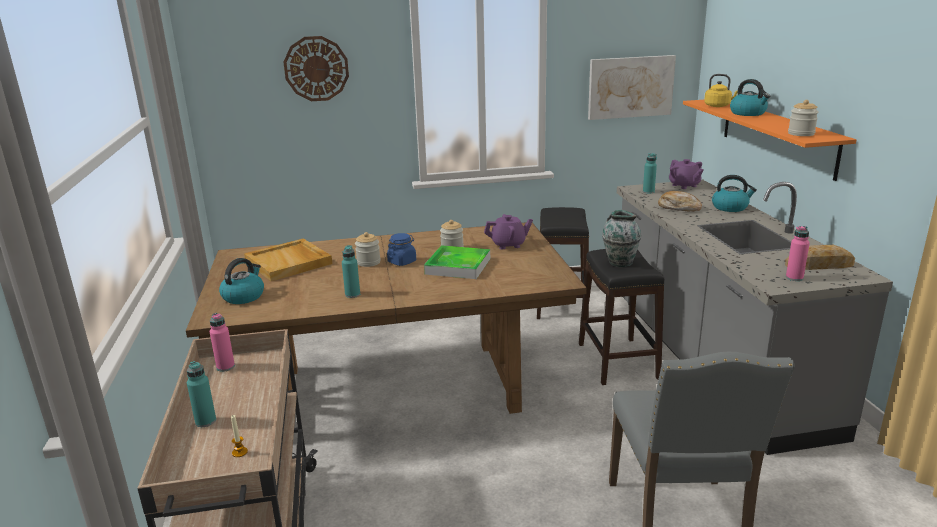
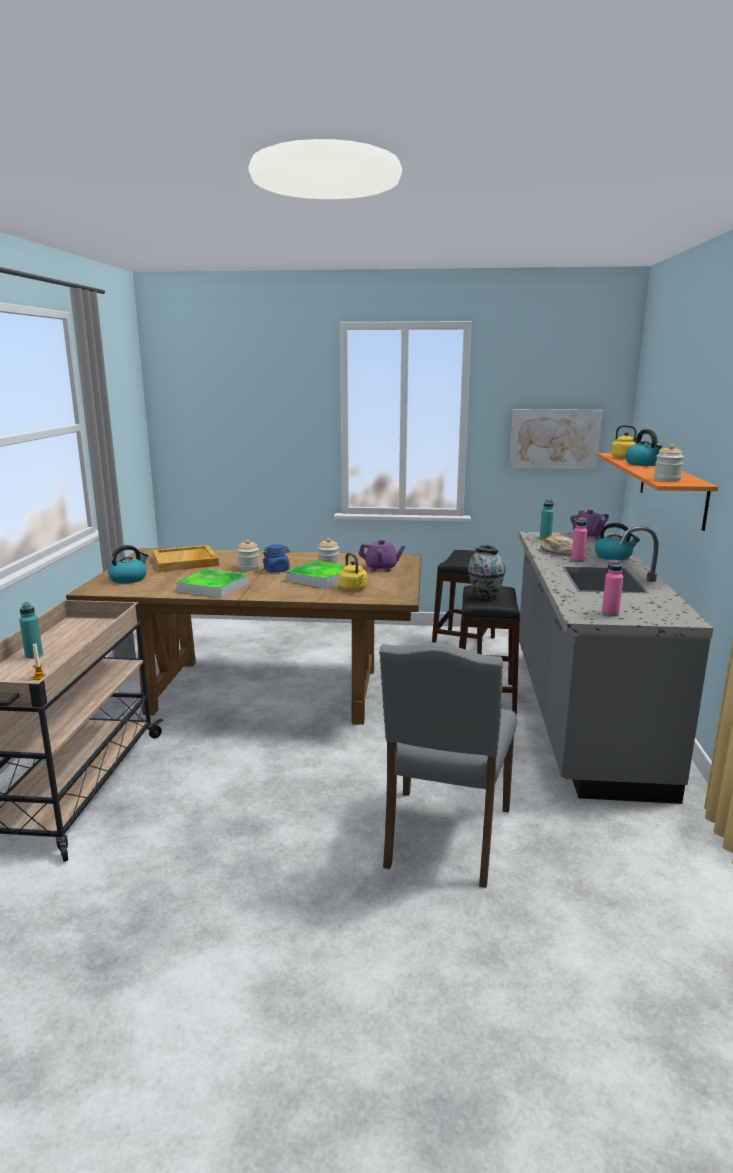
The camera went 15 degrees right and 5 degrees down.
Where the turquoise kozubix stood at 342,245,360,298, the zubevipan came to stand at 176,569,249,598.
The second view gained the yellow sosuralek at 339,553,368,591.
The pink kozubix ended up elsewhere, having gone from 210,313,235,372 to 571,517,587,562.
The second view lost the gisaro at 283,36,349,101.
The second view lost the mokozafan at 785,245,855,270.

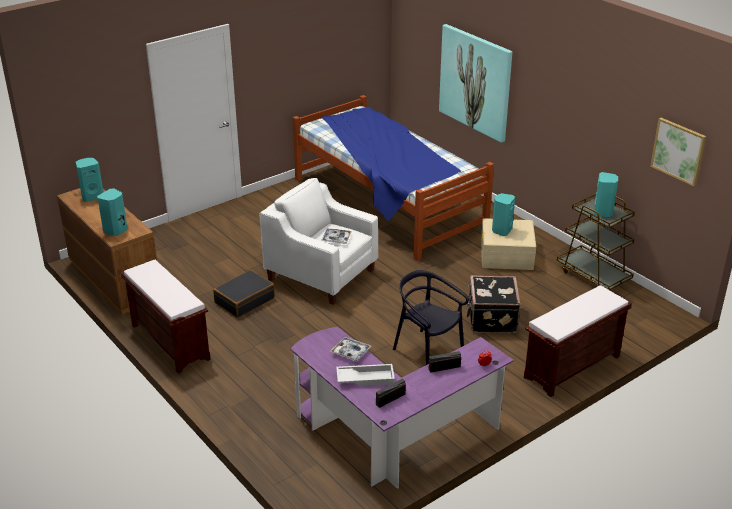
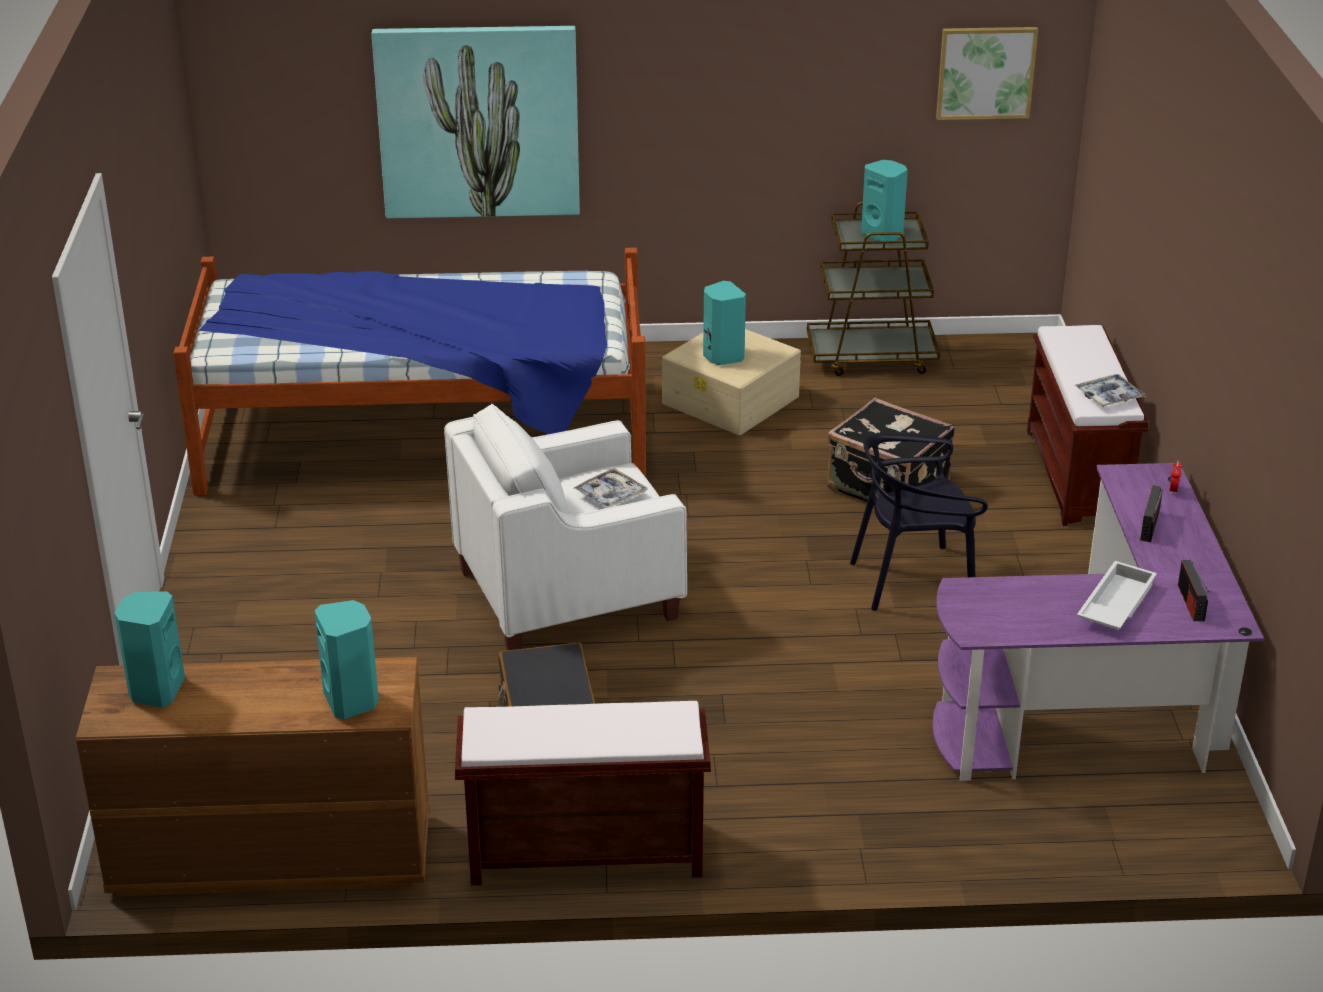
The camera went 55 degrees left and 0 degrees up.
The zubevipan ended up elsewhere, having gone from 329,337,372,362 to 1075,374,1146,407.

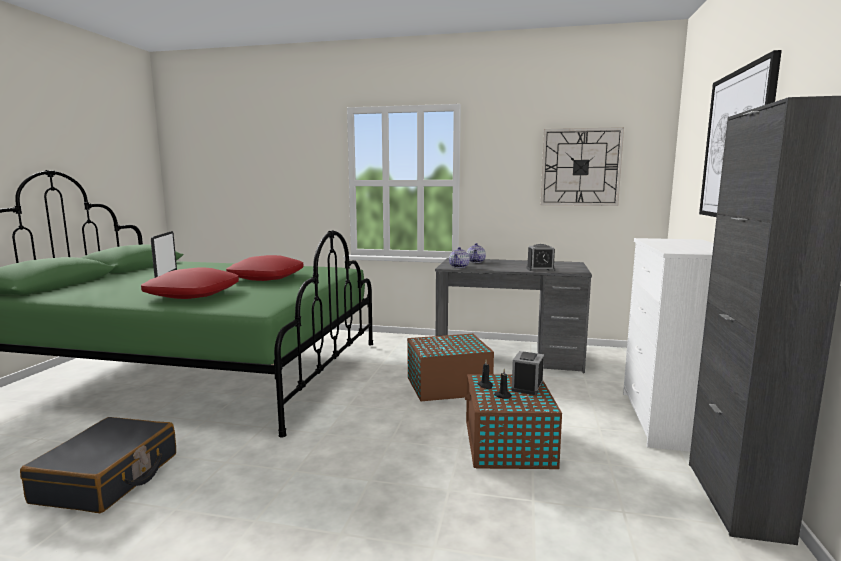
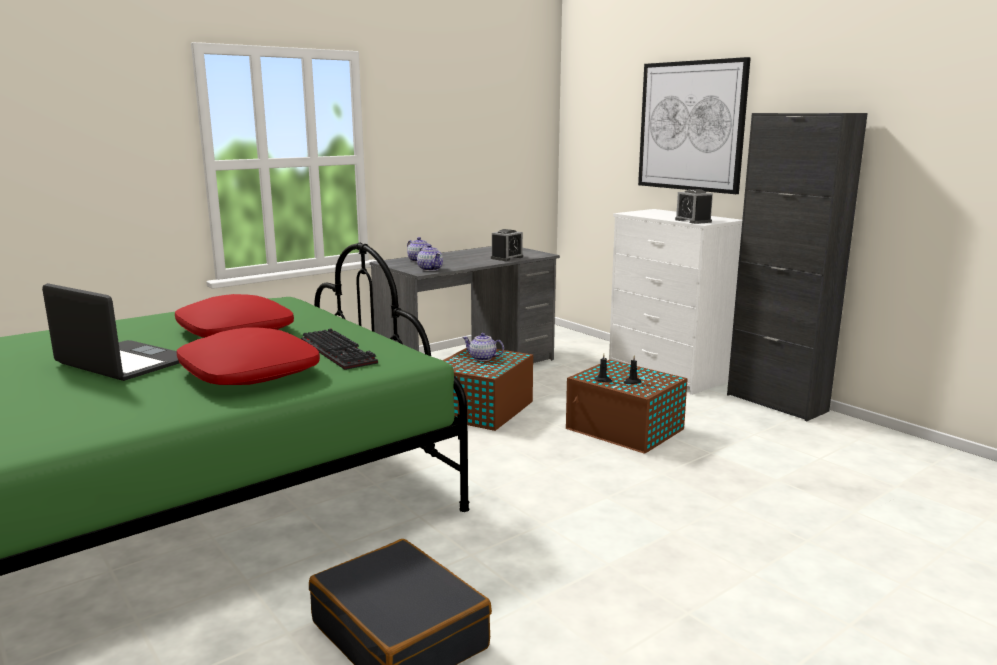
The camera went 50 degrees left and 5 degrees up.
The second view gained the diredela at 301,328,378,370.
The second view gained the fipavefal at 462,333,504,361.
The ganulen ended up elsewhere, having gone from 511,351,544,395 to 675,189,713,224.
The second view lost the gisaro at 541,127,624,206.

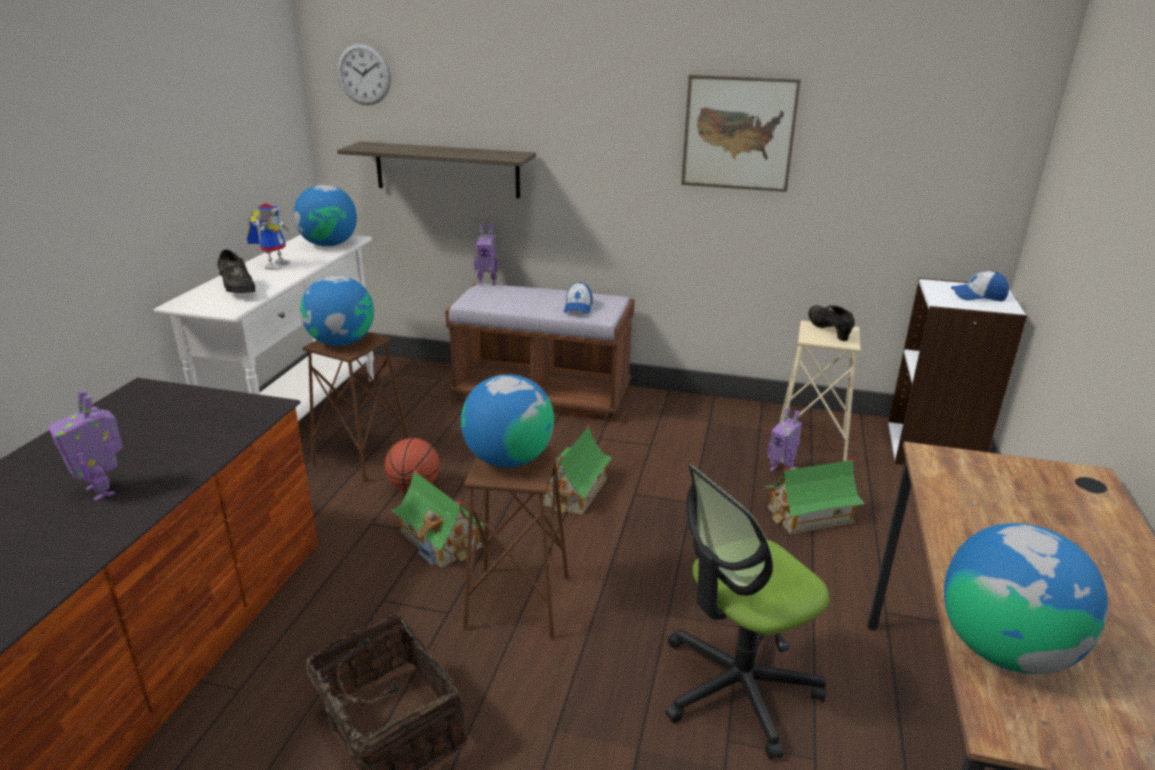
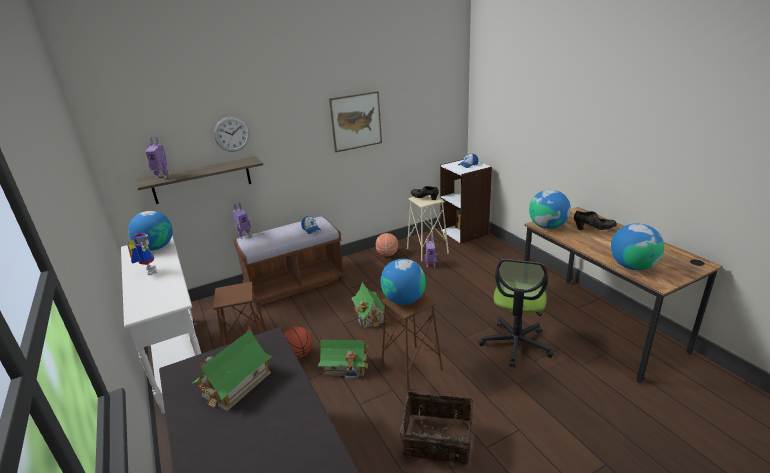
The camera went 40 degrees left and 0 degrees up.
The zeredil ended up elsewhere, having gone from 48,391,123,501 to 145,137,169,179.
The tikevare ended up elsewhere, having gone from 764,456,865,534 to 191,327,273,411.
The gisaro ended up elsewhere, having gone from 337,43,391,105 to 214,117,250,152.
The second view gained the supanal at 376,233,398,256.
The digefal ended up elsewhere, having gone from 300,276,374,346 to 529,190,571,229.
The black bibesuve ended up elsewhere, having gone from 217,249,256,293 to 574,211,617,230.

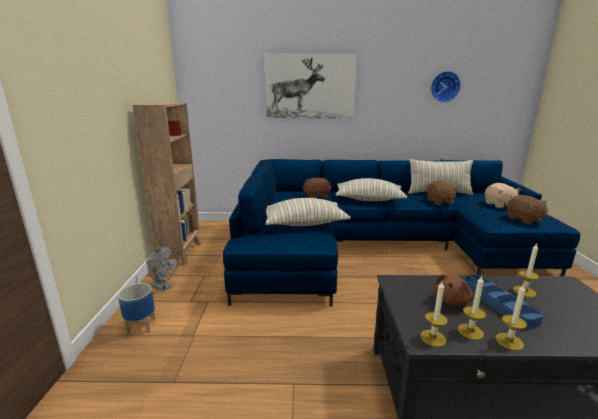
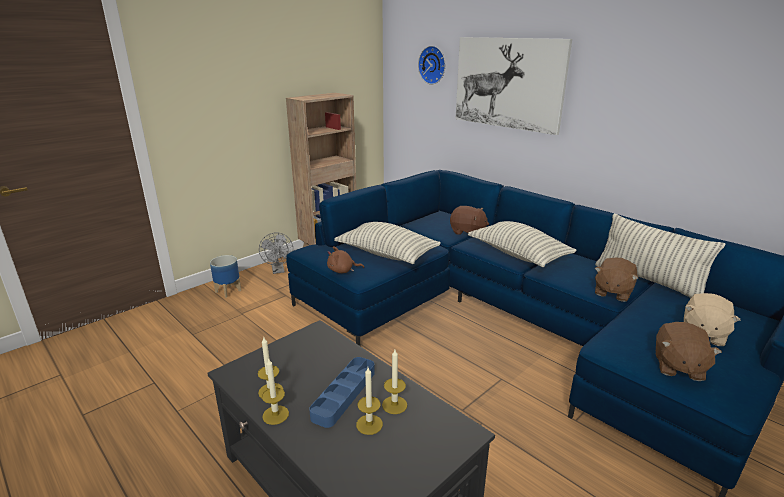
The camera went 45 degrees right and 5 degrees up.
The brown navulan ended up elsewhere, having gone from 434,274,474,306 to 327,246,364,273.
The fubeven ended up elsewhere, having gone from 420,282,448,347 to 356,367,383,435.
The gisaro ended up elsewhere, having gone from 431,71,461,103 to 418,46,445,84.

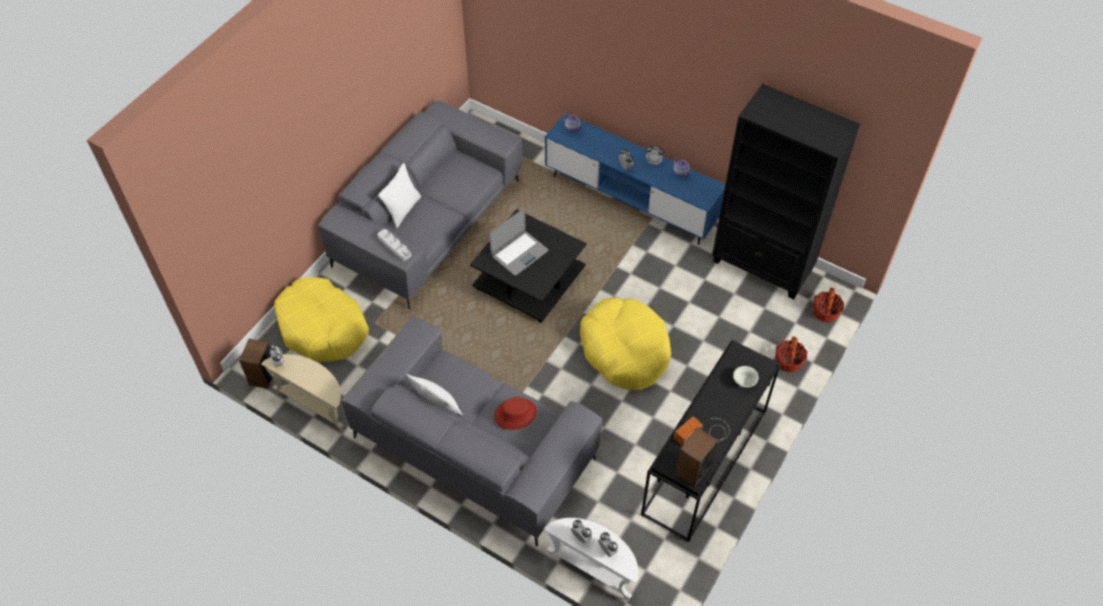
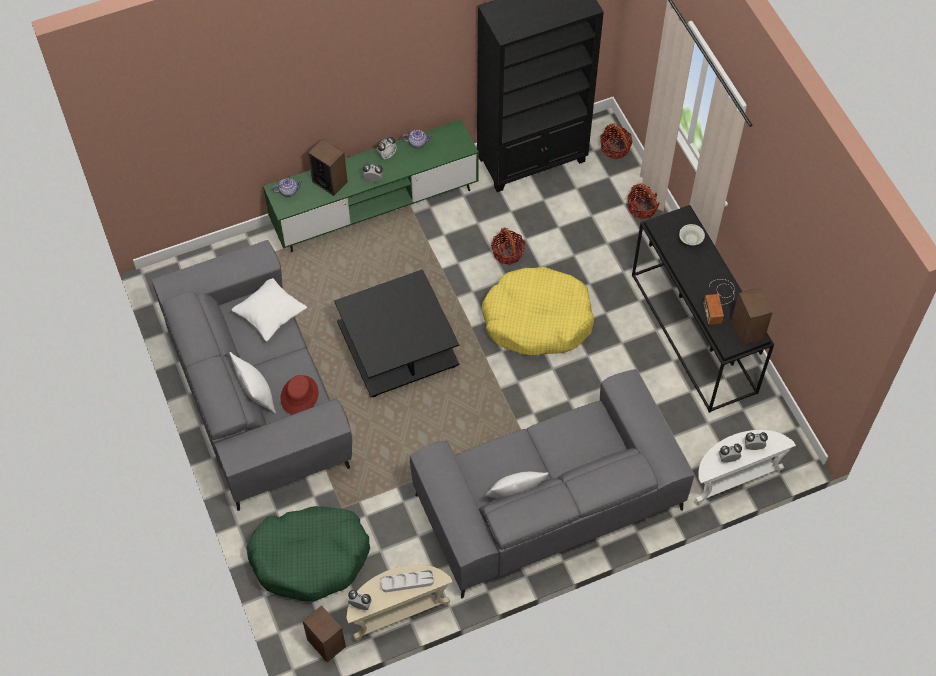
The camera went 55 degrees left and 5 degrees up.
The second view gained the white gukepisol at 232,278,307,341.
What was the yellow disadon at 274,277,369,362 turned into the green disadon at 246,506,370,602.
What was the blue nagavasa at 545,113,726,245 turned into the green nagavasa at 263,120,479,252.
The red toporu ended up elsewhere, having gone from 494,397,537,430 to 281,375,318,415.
The second view gained the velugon at 308,138,348,196.
The grey zubevipan ended up elsewhere, having gone from 377,229,411,261 to 381,570,434,592.
The second view gained the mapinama at 491,227,525,265.
The second view lost the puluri at 489,208,548,276.

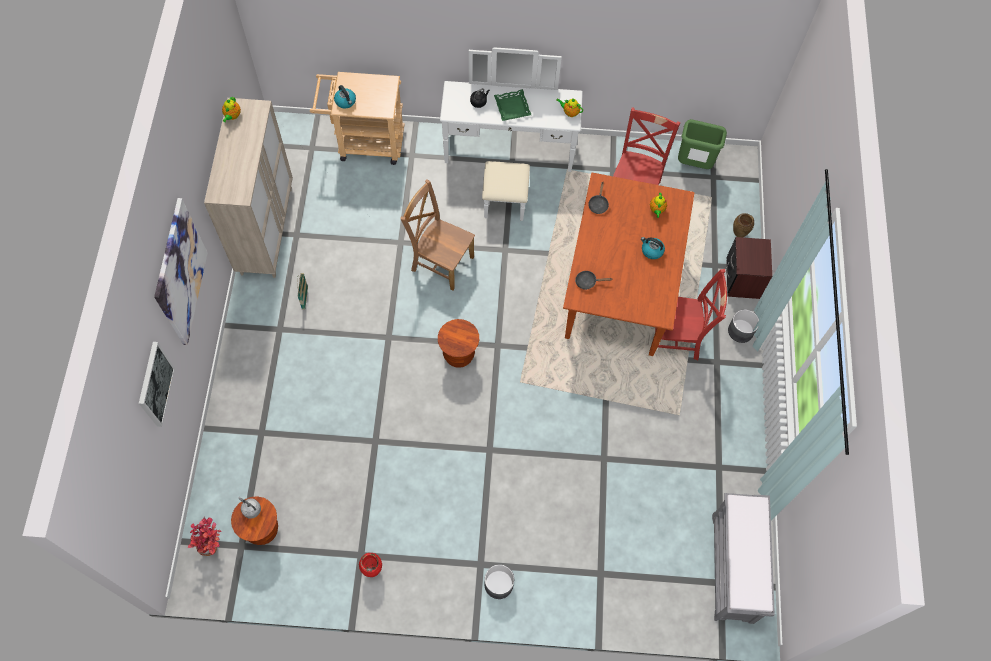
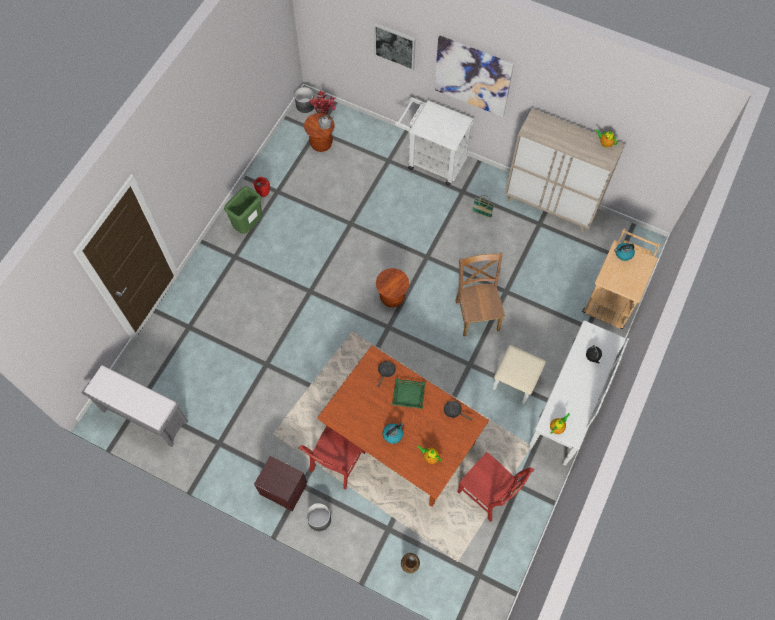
The camera went 115 degrees right and 0 degrees up.
The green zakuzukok ended up elsewhere, having gone from 678,119,727,169 to 224,187,262,234.
The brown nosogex ended up elsewhere, having gone from 726,237,772,299 to 254,456,307,511.
The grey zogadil ended up elsewhere, having gone from 484,564,514,599 to 294,87,315,113.
The green zubevipan ended up elsewhere, having gone from 494,89,531,121 to 392,378,426,409.
The second view gained the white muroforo at 395,97,474,186.
The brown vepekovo at 400,179,475,291 ended up facing another way, 60 degrees counterclockwise from before.

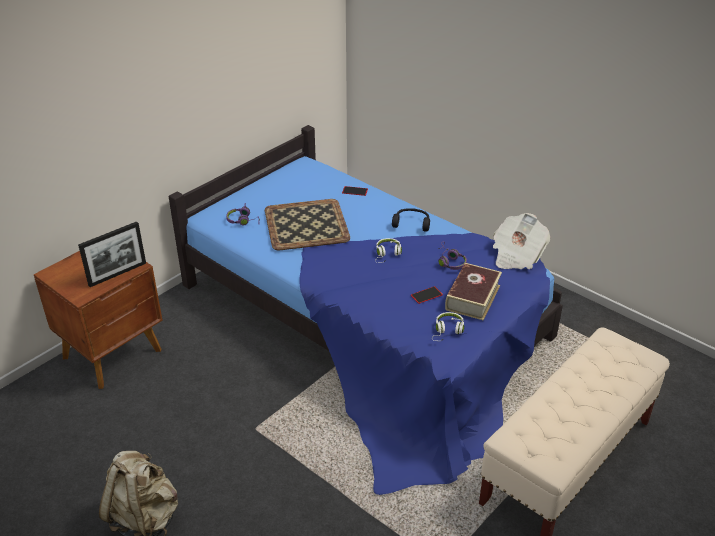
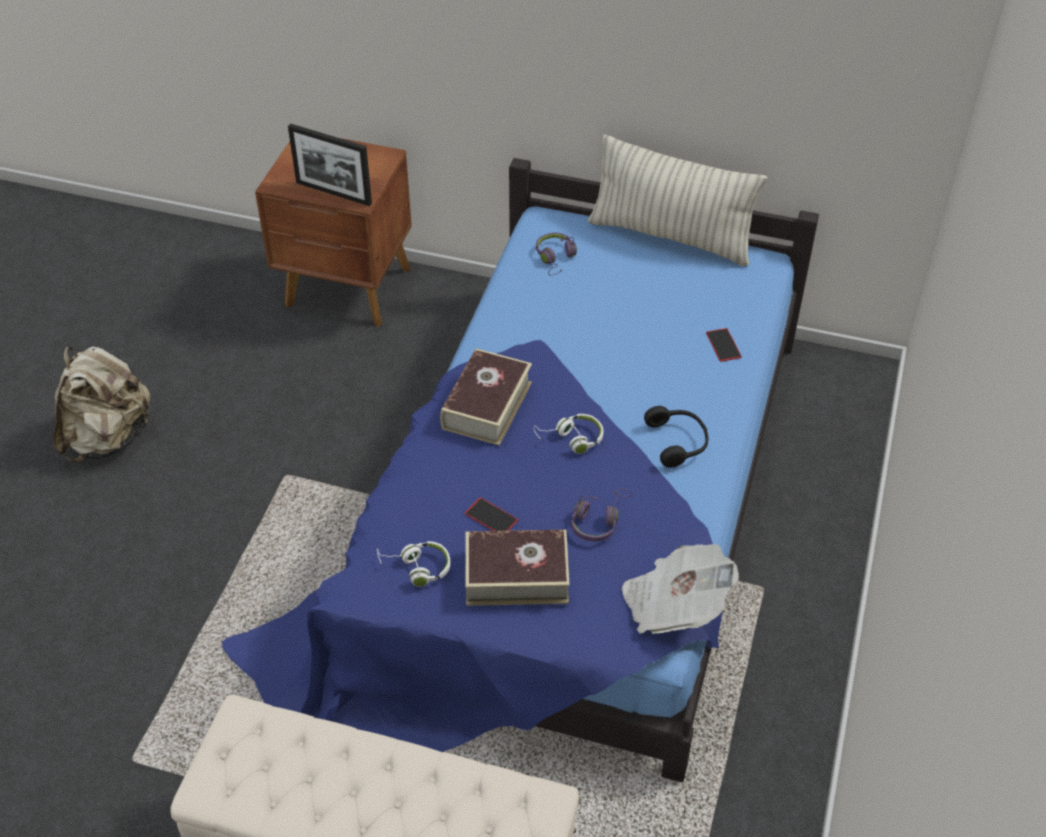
The camera went 65 degrees right and 10 degrees up.
The second view gained the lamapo at 440,348,532,446.
The second view gained the gukepisol at 588,134,767,267.
The second view lost the zubevipan at 265,199,350,250.

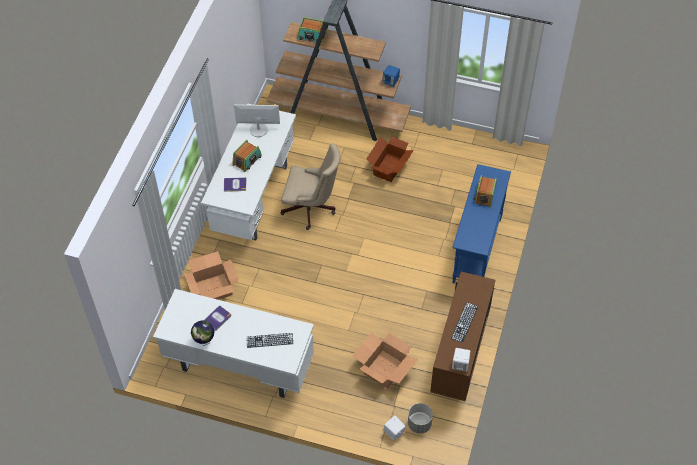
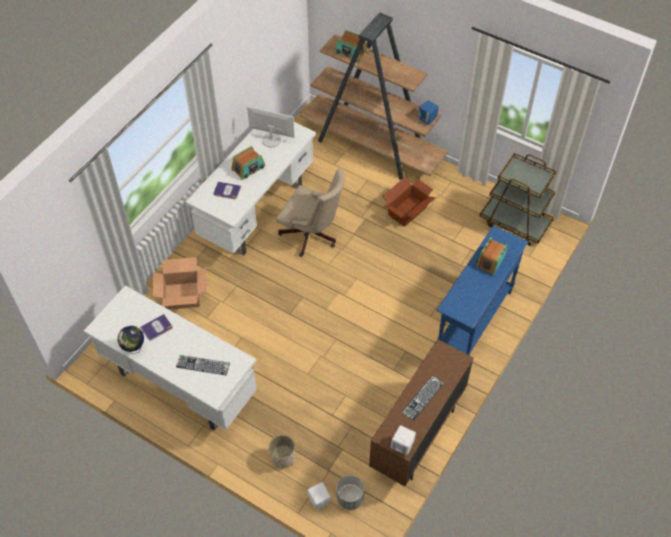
The camera went 15 degrees right and 0 degrees up.
The second view gained the beige zogadil at 269,435,295,468.
The second view gained the brown muroforo at 480,153,557,245.
The second view lost the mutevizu at 352,332,418,389.

